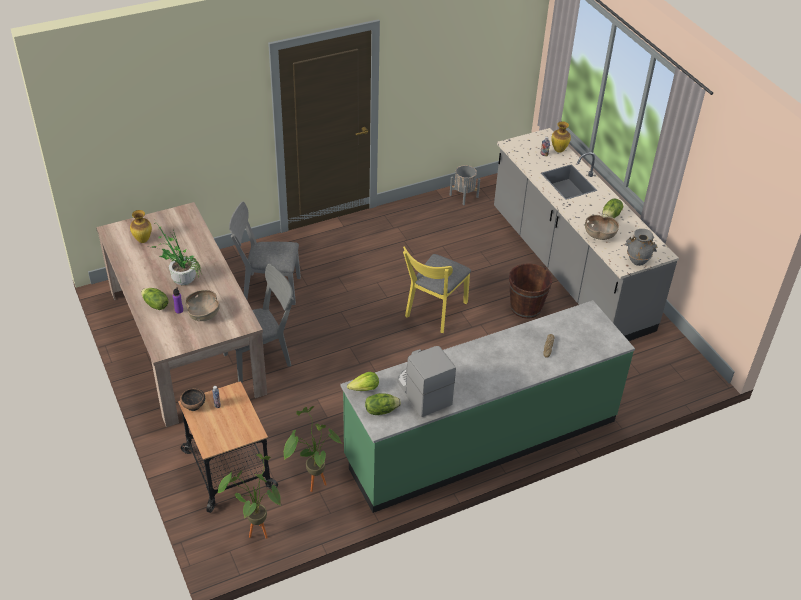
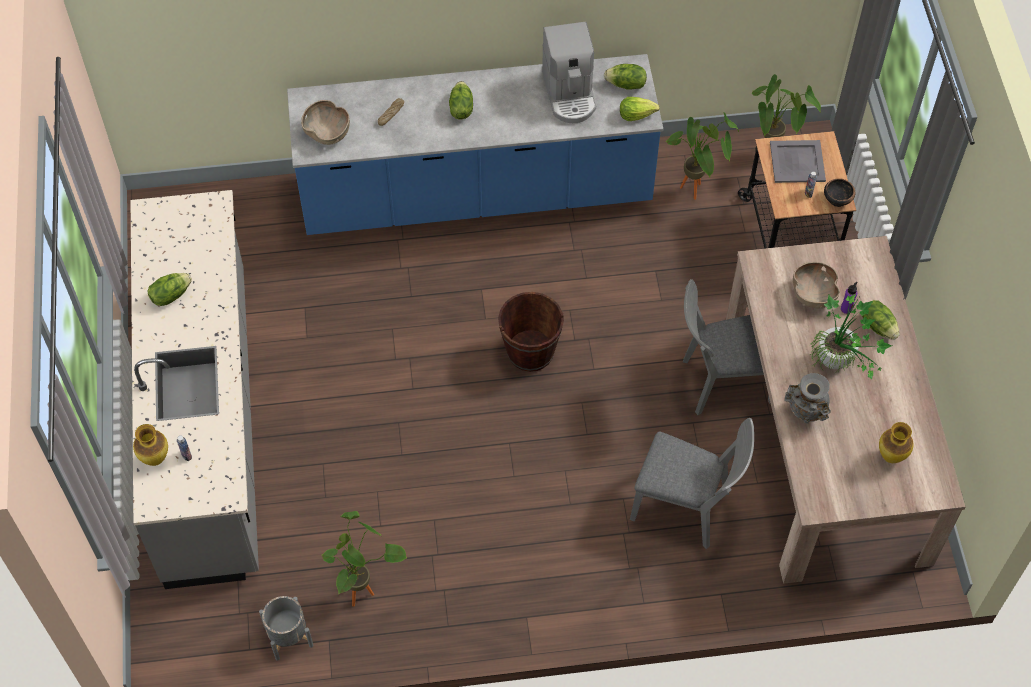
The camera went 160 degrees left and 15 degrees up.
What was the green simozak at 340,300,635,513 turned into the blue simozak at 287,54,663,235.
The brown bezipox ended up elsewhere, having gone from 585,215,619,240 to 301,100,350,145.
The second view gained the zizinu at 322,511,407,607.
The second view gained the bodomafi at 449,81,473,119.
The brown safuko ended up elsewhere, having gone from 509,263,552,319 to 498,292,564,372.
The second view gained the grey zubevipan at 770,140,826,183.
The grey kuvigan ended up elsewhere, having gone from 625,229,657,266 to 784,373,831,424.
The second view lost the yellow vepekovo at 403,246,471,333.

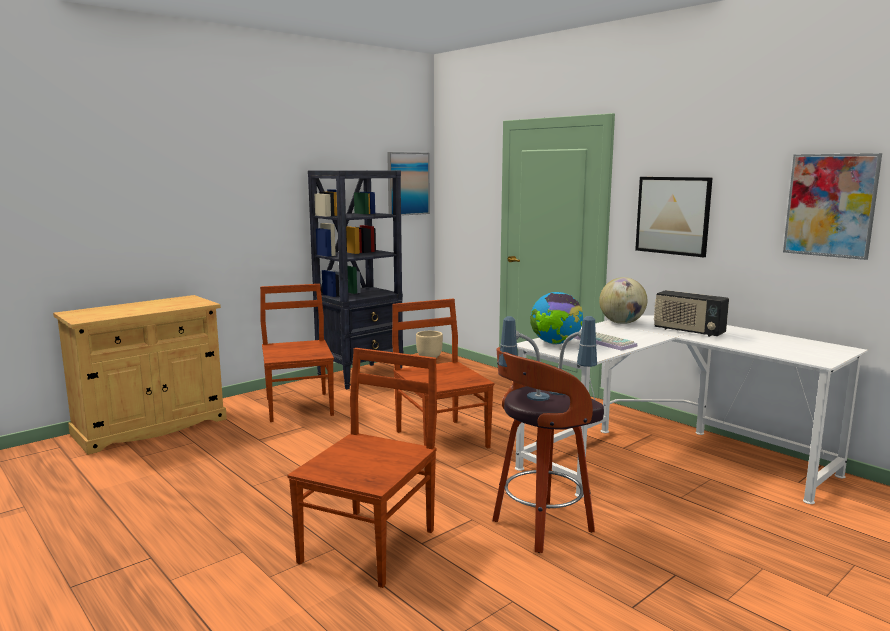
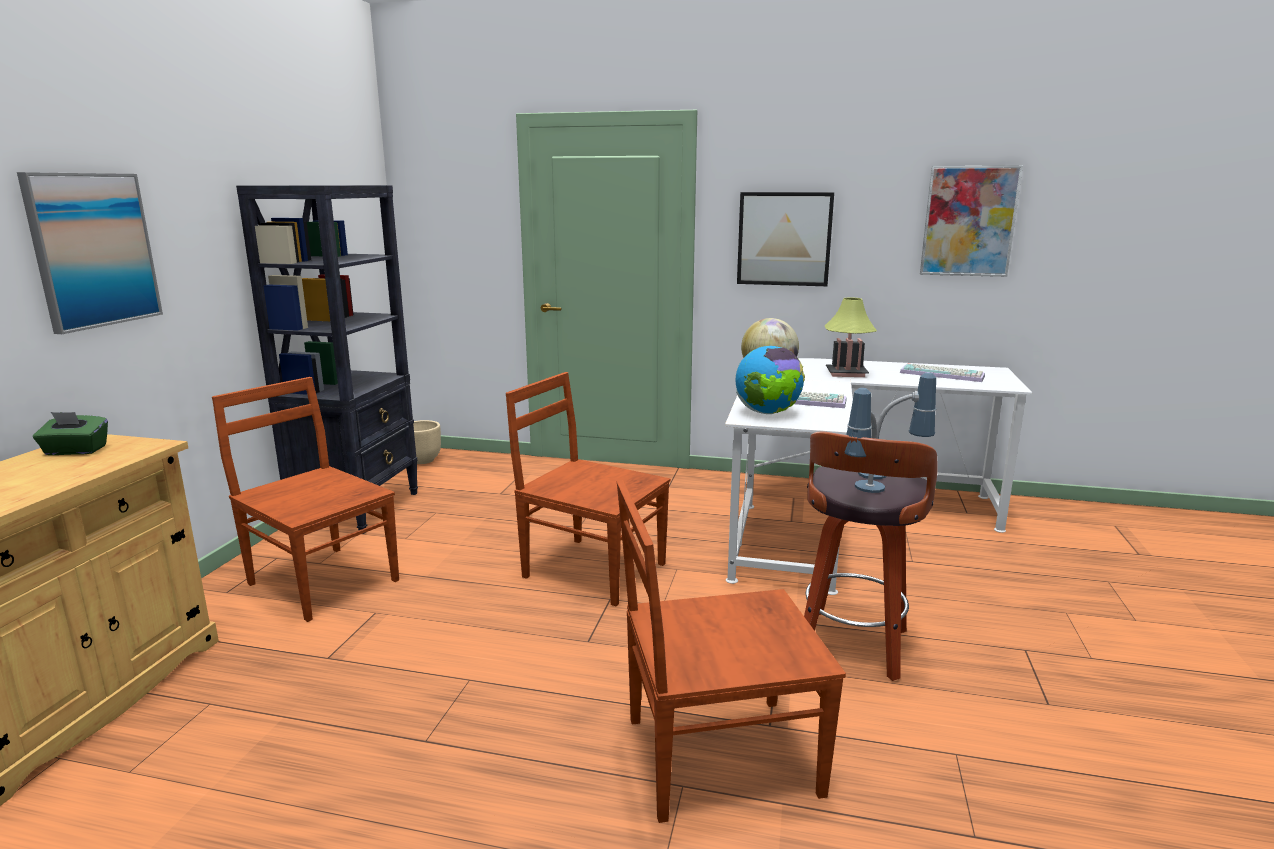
The camera went 35 degrees left and 5 degrees up.
The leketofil ended up elsewhere, having gone from 387,152,430,216 to 17,172,163,334.
The second view gained the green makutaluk at 33,412,108,455.
The brown vepekovo at 287,348,437,588 ended up facing another way, 90 degrees counterclockwise from before.
Where the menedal stood at 654,290,729,337, the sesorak came to stand at 825,297,877,377.
The second view gained the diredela at 900,363,985,382.

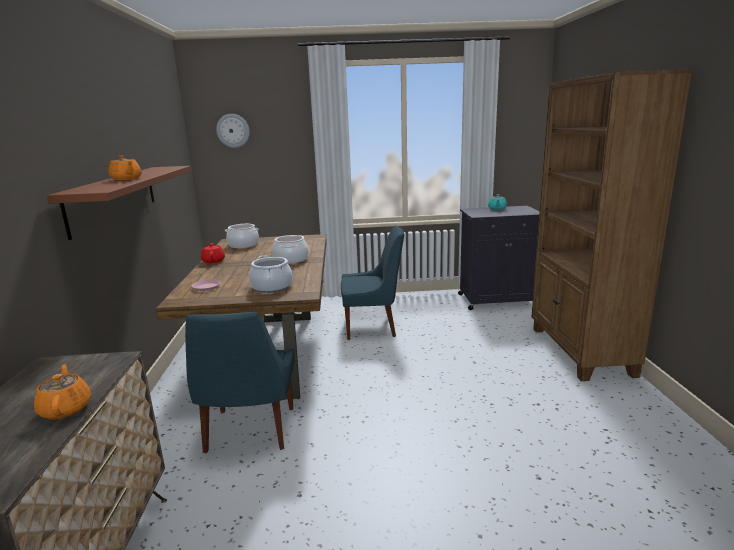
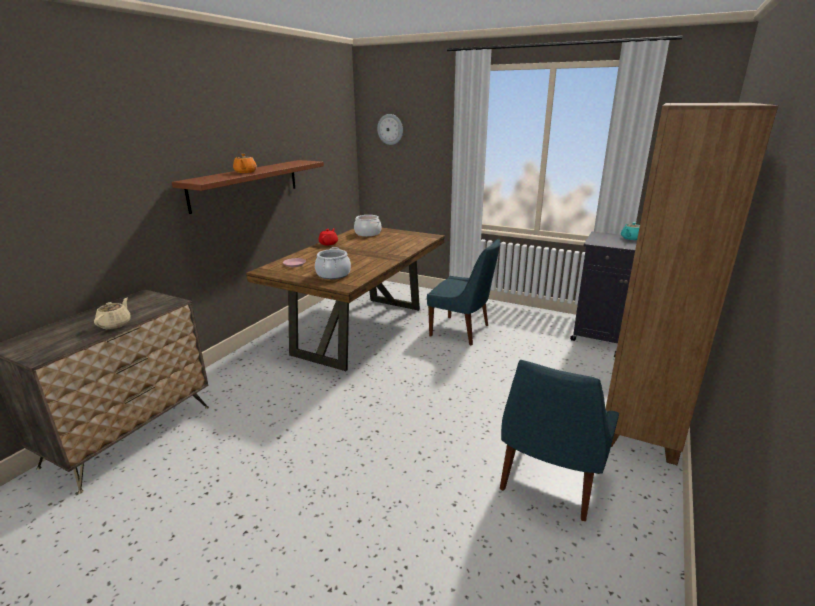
The camera went 30 degrees right and 5 degrees up.
What was the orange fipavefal at 34,364,91,420 turned into the beige fipavefal at 94,297,131,329.
The blue vepekovo ended up elsewhere, having gone from 185,312,295,453 to 500,360,619,521.
The second view lost the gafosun at 272,235,309,264.

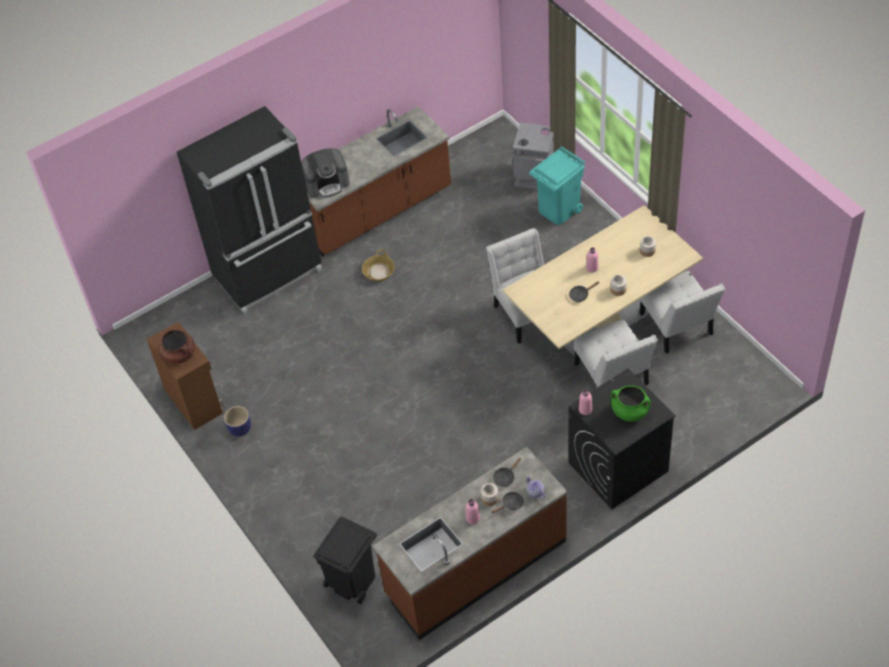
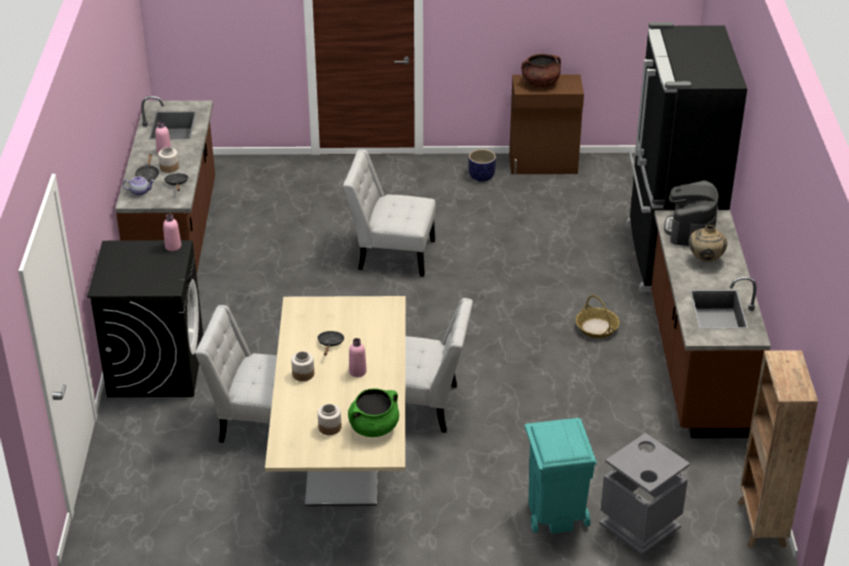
The camera went 120 degrees right and 15 degrees down.
The white vepekovo ended up elsewhere, having gone from 639,271,725,354 to 343,150,436,277.
The green gafosun ended up elsewhere, having gone from 611,385,651,422 to 348,389,399,437.
The second view gained the beige kuvigan at 689,225,727,262.
The second view gained the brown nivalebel at 737,350,818,548.
The second view lost the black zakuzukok at 313,517,377,604.

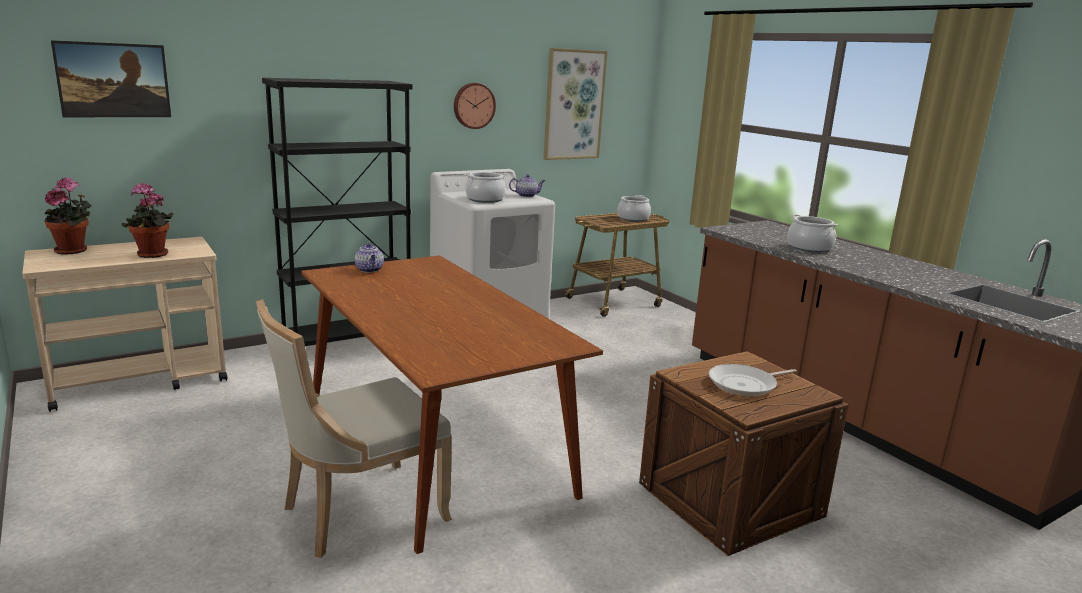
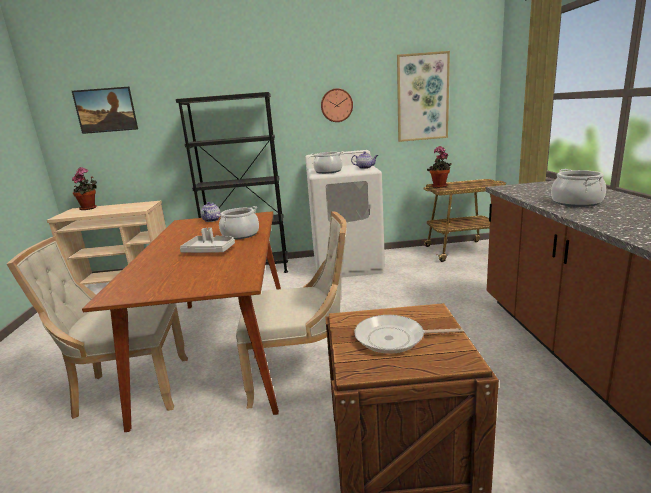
The camera went 30 degrees right and 0 degrees up.
The second view gained the grey zubevipan at 180,228,235,253.
The gafosun ended up elsewhere, having gone from 617,195,651,222 to 216,206,259,240.
The second view gained the beige vepekovo at 236,212,347,409.
The zizinu ended up elsewhere, having gone from 122,183,173,258 to 427,146,452,188.

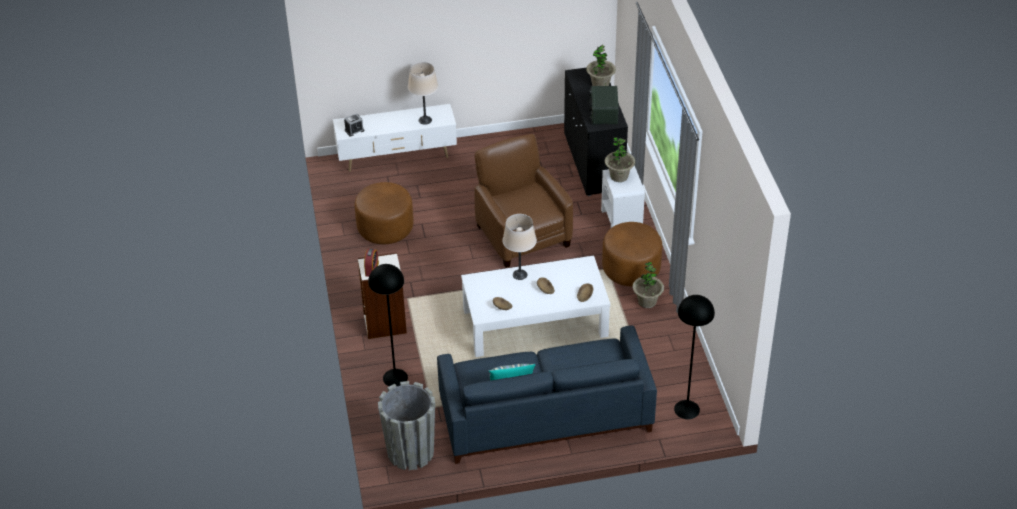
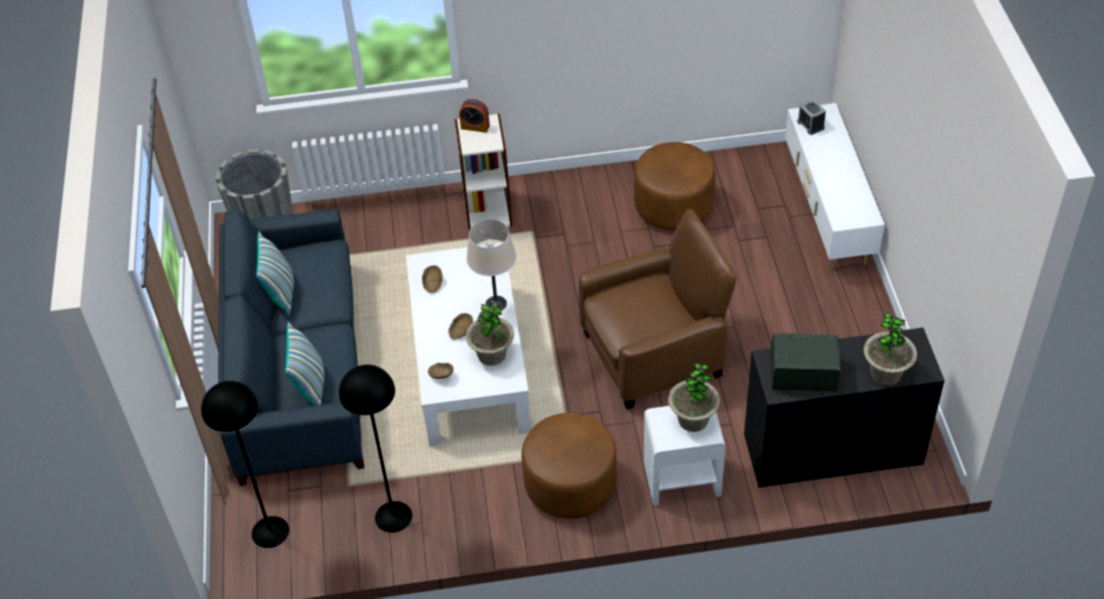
The camera went 95 degrees right and 5 degrees up.
The second view gained the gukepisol at 285,321,325,406.
The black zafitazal ended up elsewhere, having gone from 368,264,408,386 to 339,365,412,533.
The zizinu ended up elsewhere, having gone from 632,262,664,308 to 466,303,514,366.
The second view lost the beige sesorak at 408,62,438,125.

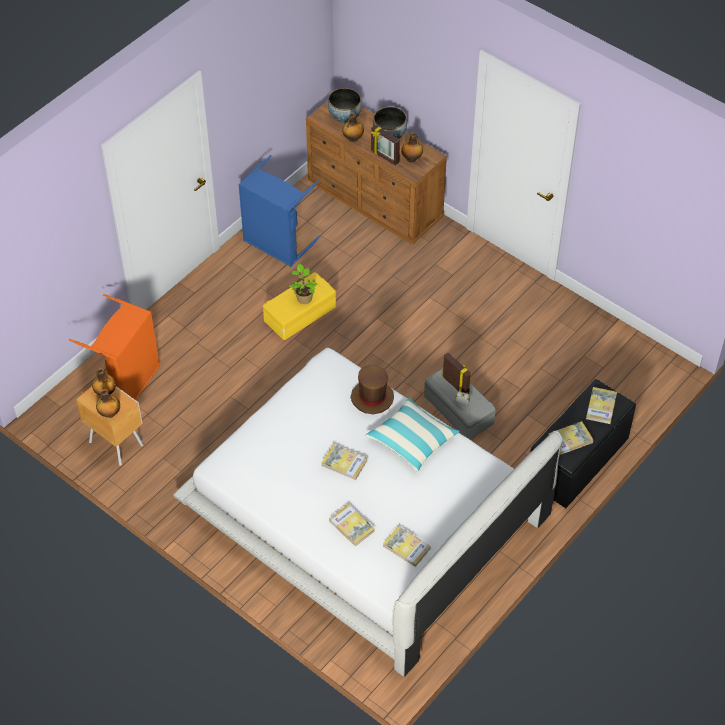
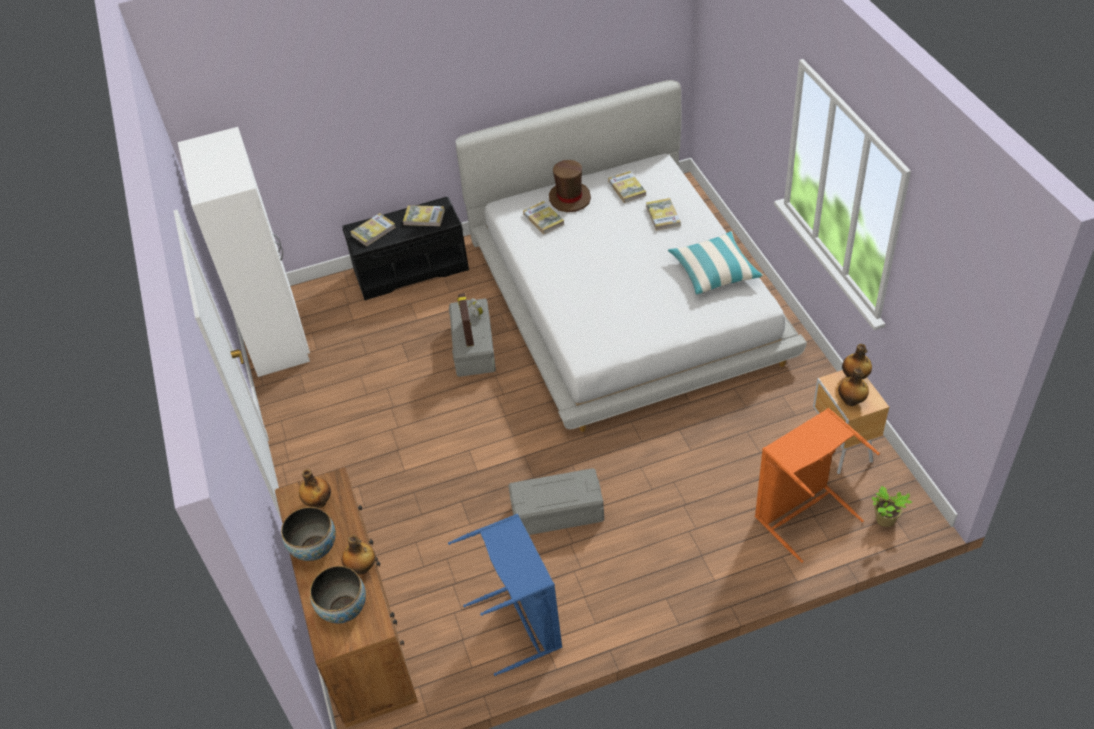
The camera went 145 degrees left and 5 degrees down.
The second view gained the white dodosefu at 178,127,310,377.
What was the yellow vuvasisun at 263,273,336,340 turned into the grey vuvasisun at 508,468,604,535.
The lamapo ended up elsewhere, having gone from 322,444,367,480 to 523,201,565,234.
The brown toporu ended up elsewhere, having gone from 351,364,394,414 to 549,160,591,212.
The gukepisol ended up elsewhere, having gone from 365,397,460,472 to 668,231,763,295.
The zizinu ended up elsewhere, having gone from 289,263,317,304 to 872,486,912,527.
The second view lost the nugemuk at 371,125,400,166.

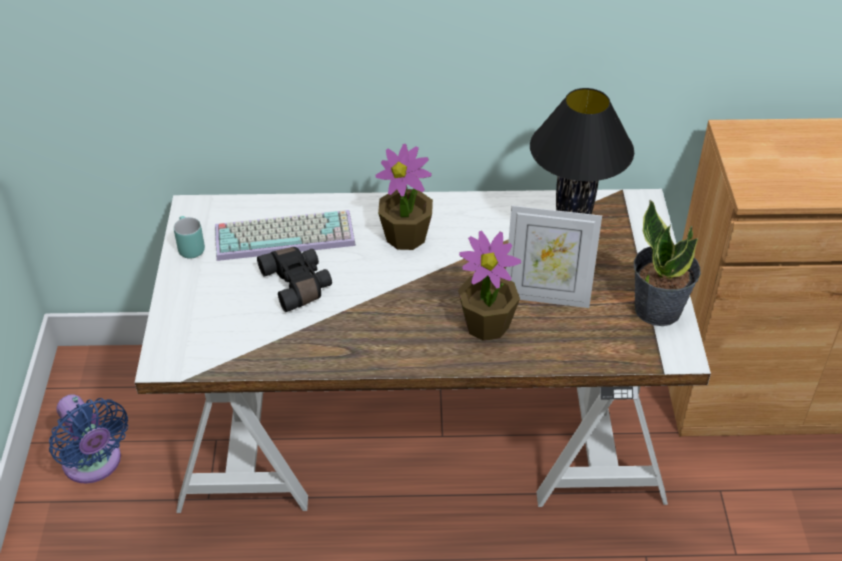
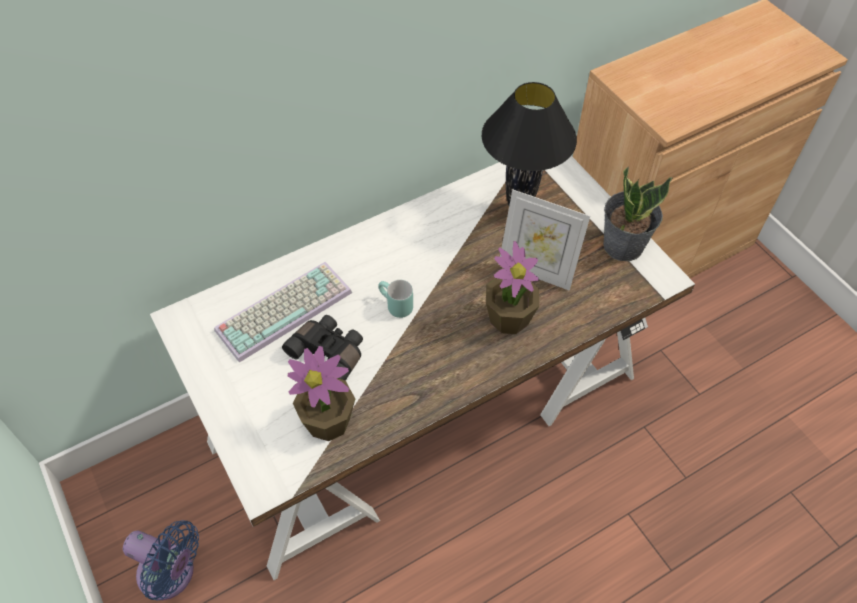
The camera went 30 degrees left and 10 degrees up.
The zizinu ended up elsewhere, having gone from 376,144,433,250 to 288,346,355,441.
The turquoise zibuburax ended up elsewhere, having gone from 174,216,205,259 to 378,280,413,318.
The nugemuk at 506,206,602,308 ended up facing another way, 45 degrees clockwise from before.

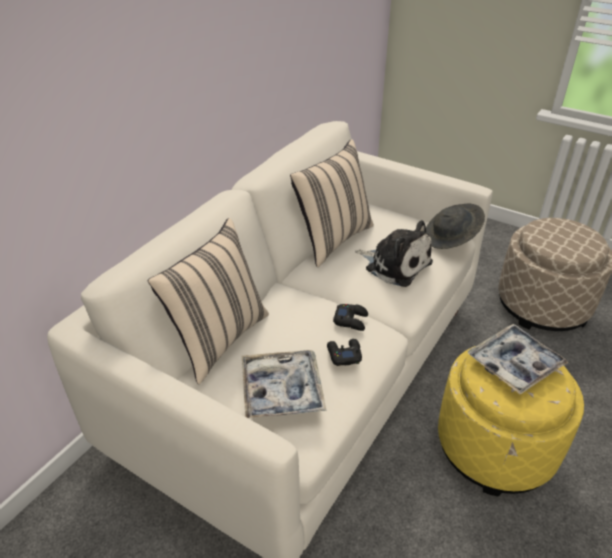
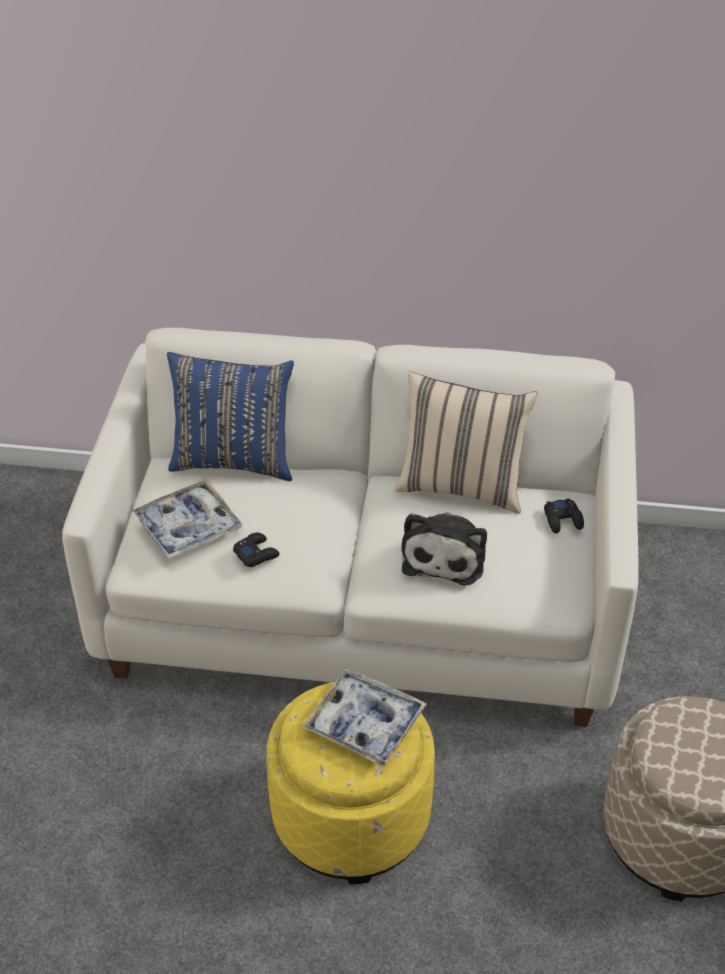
The camera went 65 degrees right and 5 degrees up.
What was the beige gukepisol at 148,218,269,384 turned into the blue gukepisol at 167,352,294,481.
The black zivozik ended up elsewhere, having gone from 333,304,368,331 to 544,498,584,534.
The second view lost the grey toporu at 426,204,485,249.

